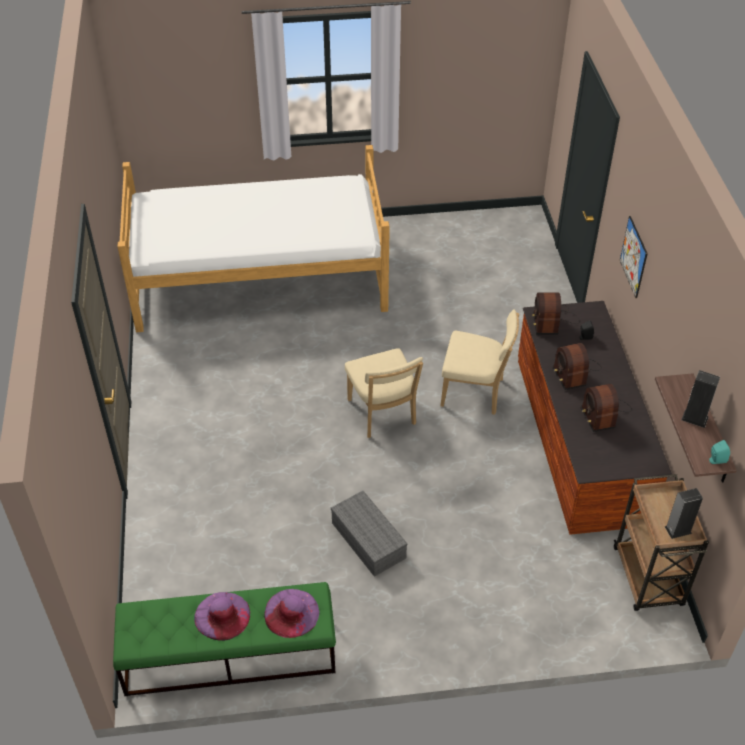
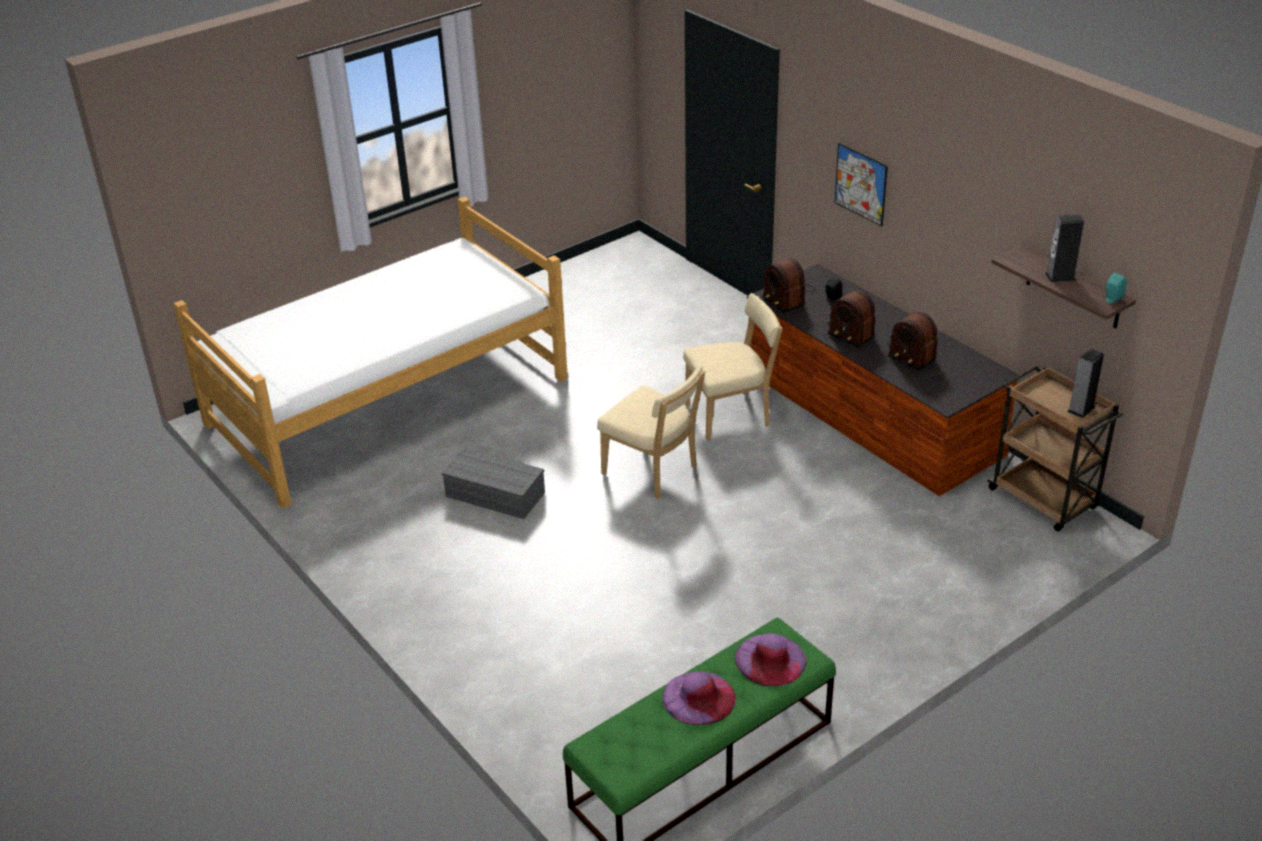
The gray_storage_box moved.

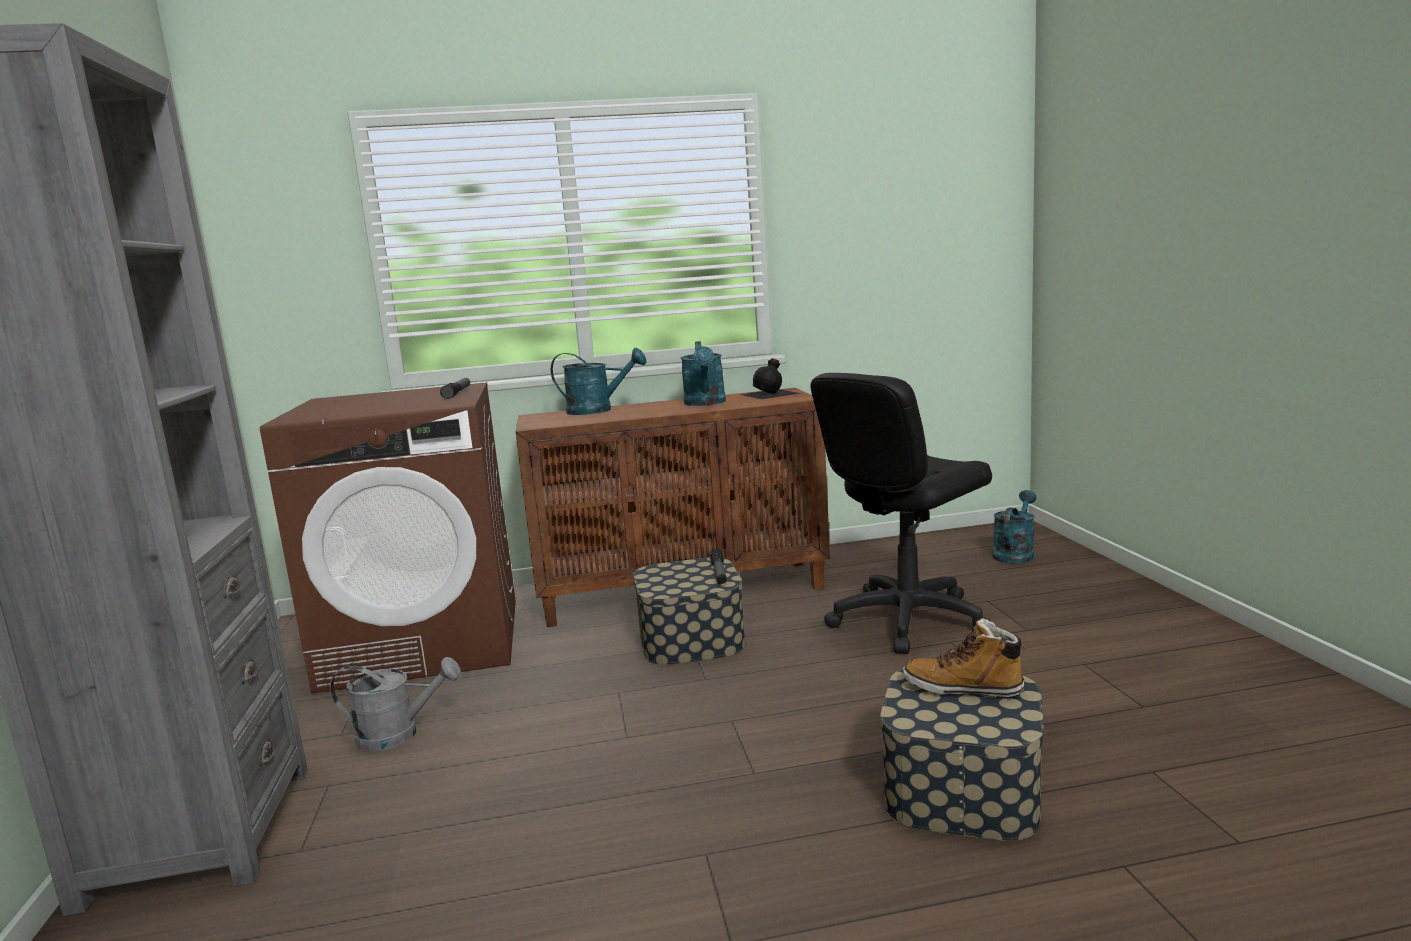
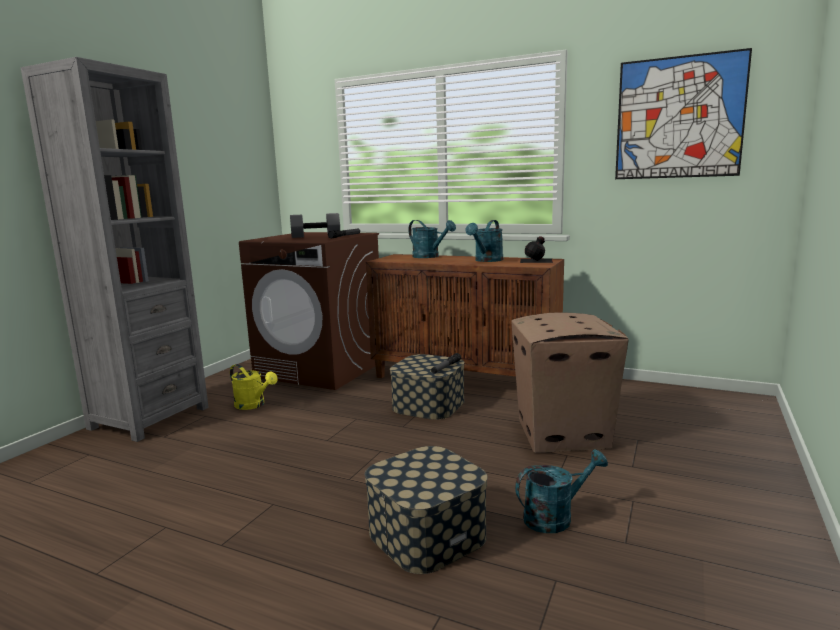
The gray_watering_pot became the yellow_watering_pot.
The gray_free_weight appeared.
The blackish_office_chair was replaced by the cardboard_box.
The turquoise_watering_pot (no. 3 from left) moved.
The picture appeared.
The high-top_boot disappeared.

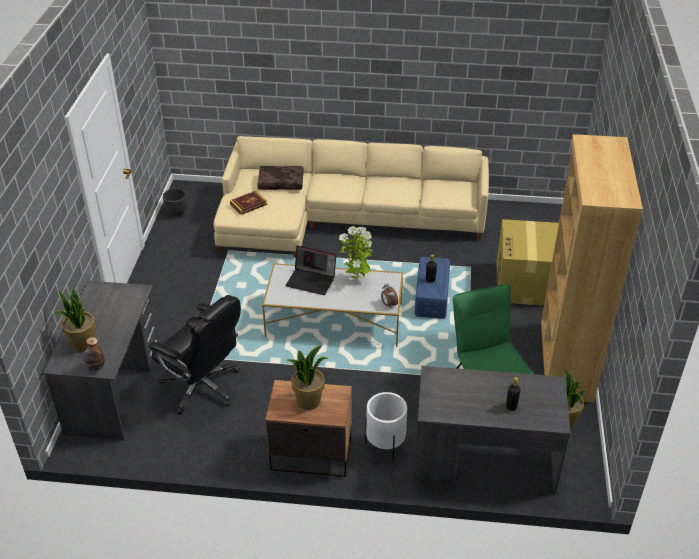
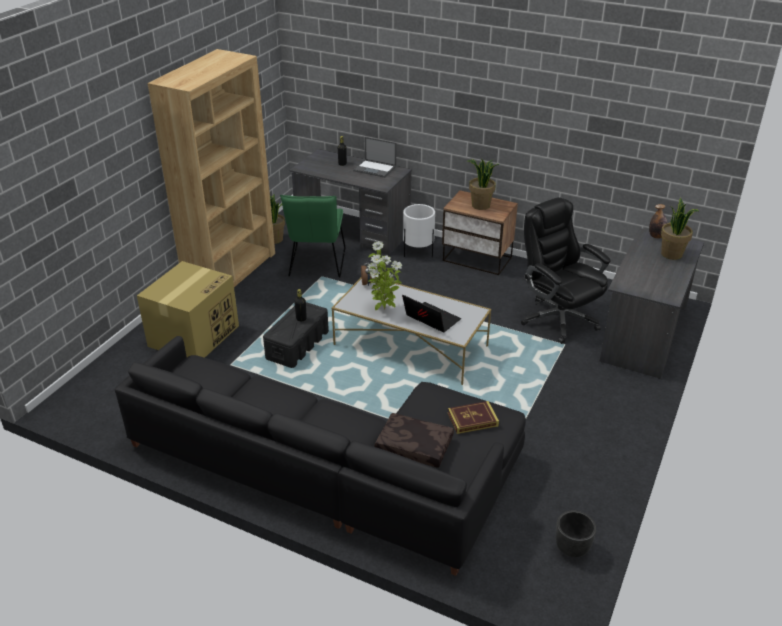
The beige_couch became the blackish_couch.
The blue_storage_box became the blackish_storage_box.
The laptop (no. 1 from left) appeared.

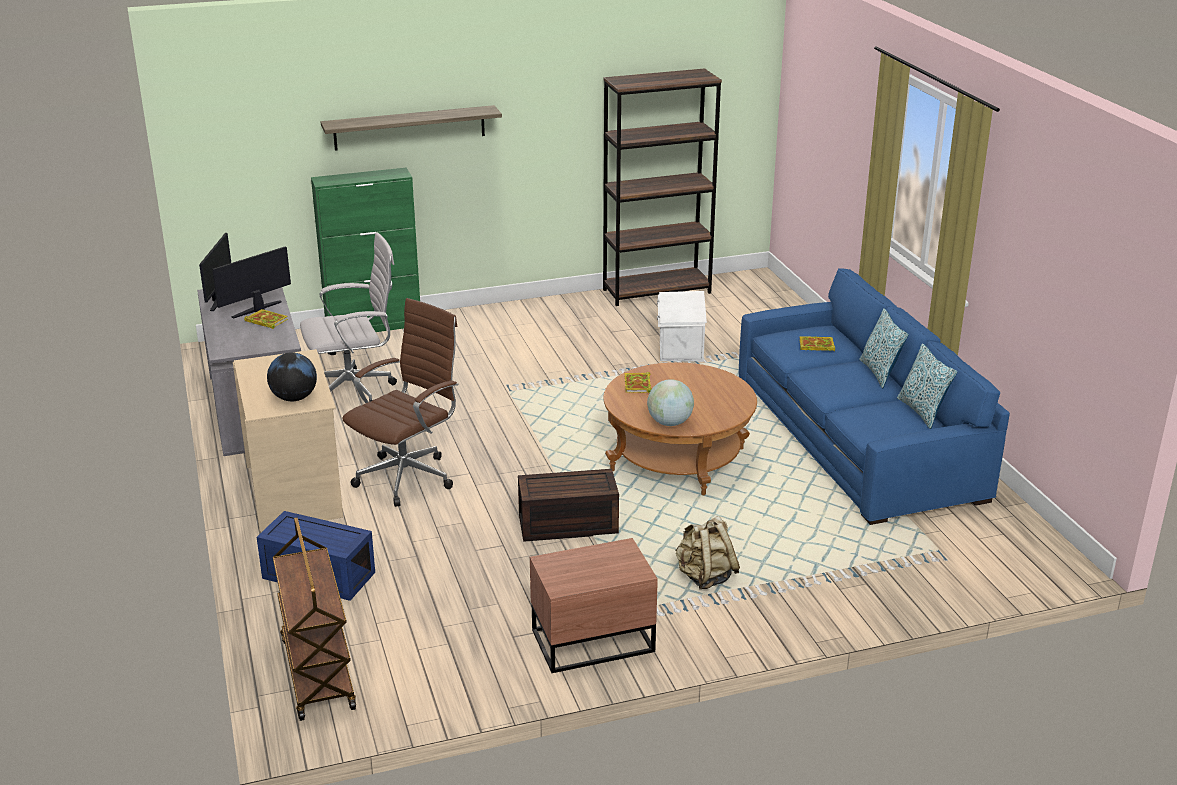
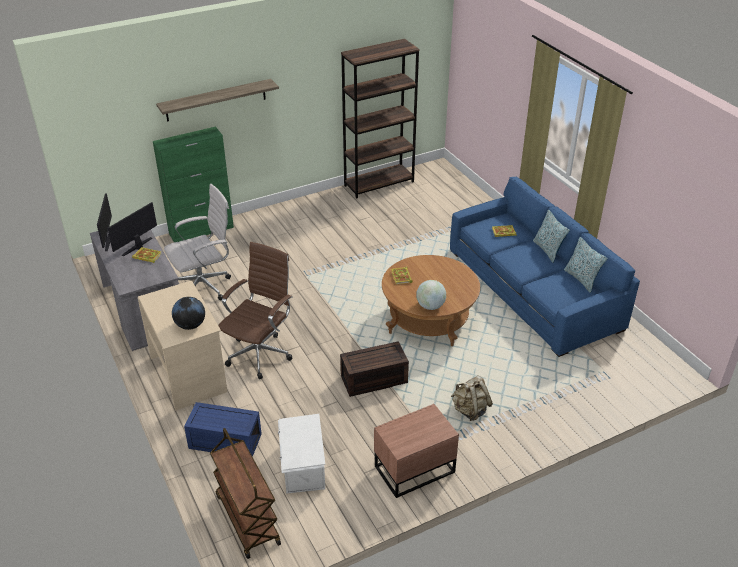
The white_storage_box moved.

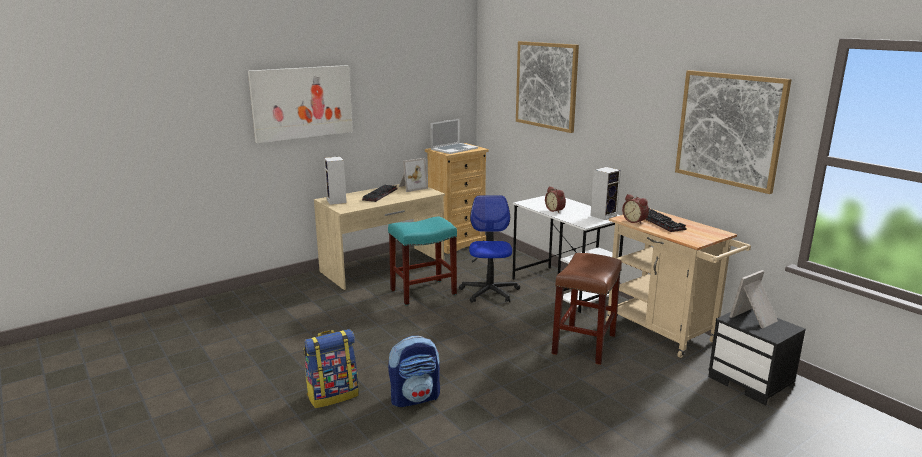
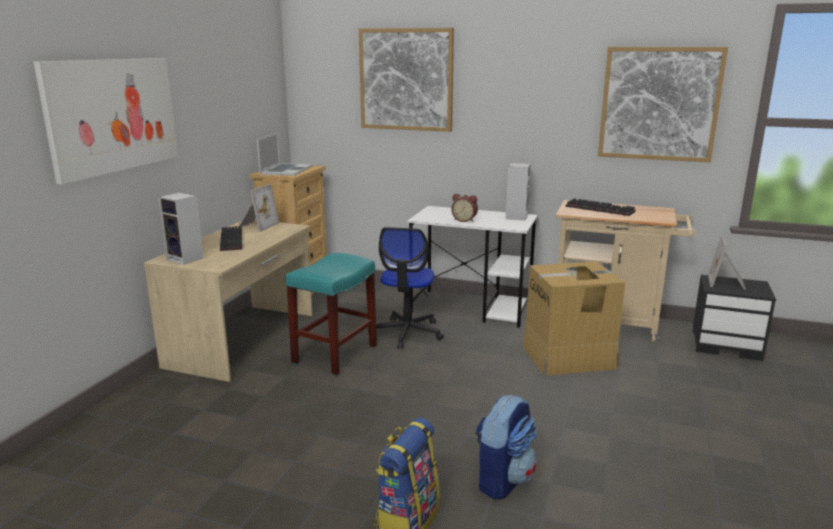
The office_chair turned 135 degrees counterclockwise.
The brown_stool_seat was replaced by the cardboard_box.
The alarm_clock (no. 2 from left) disappeared.

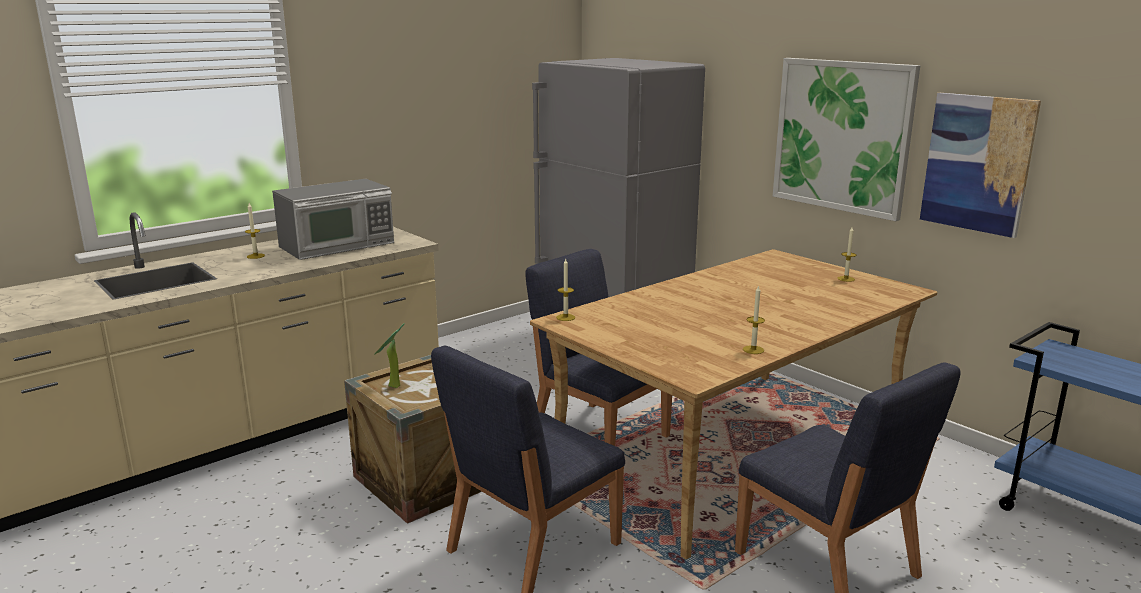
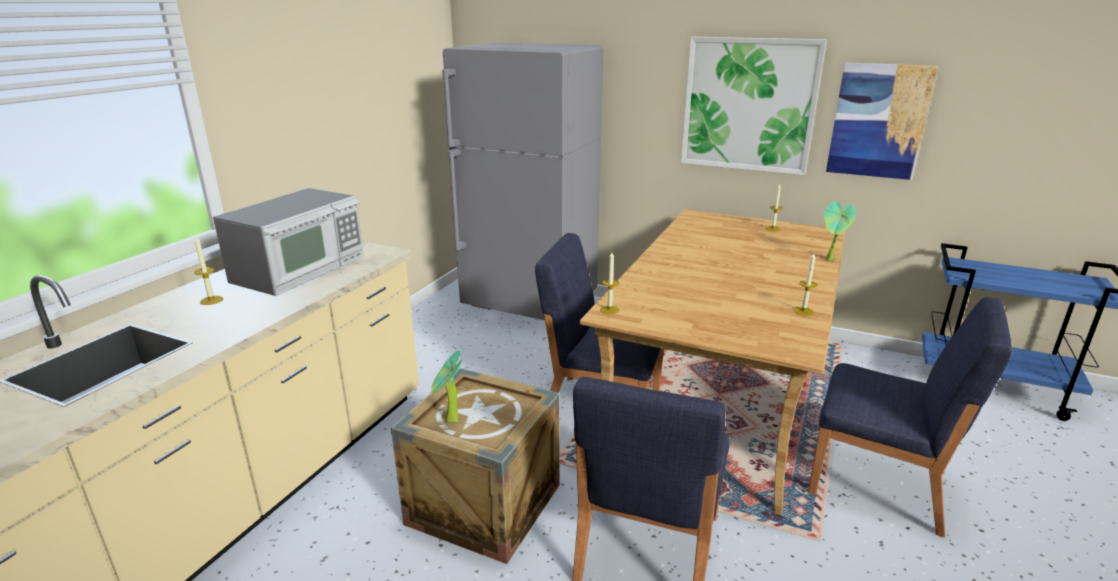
The plant_in_a_pot (no. 2 from left) appeared.

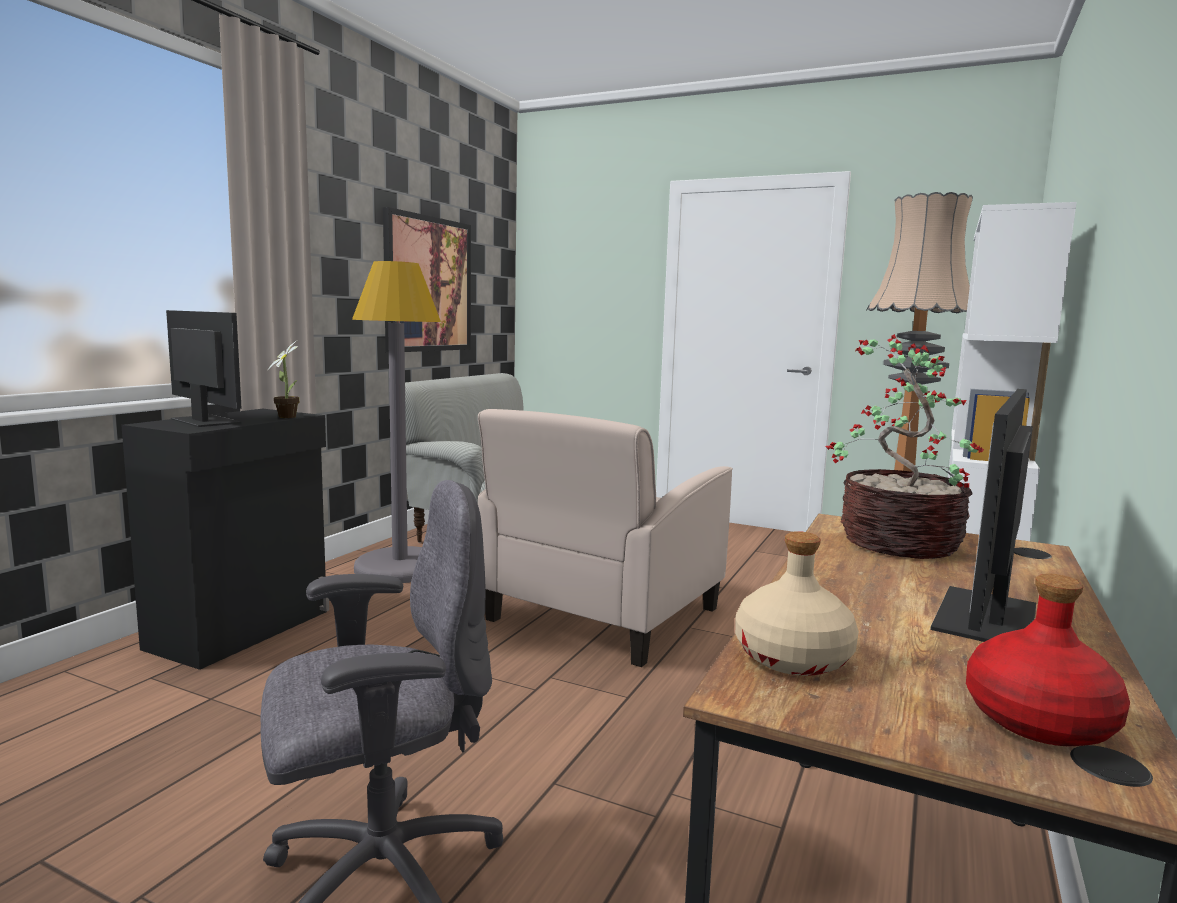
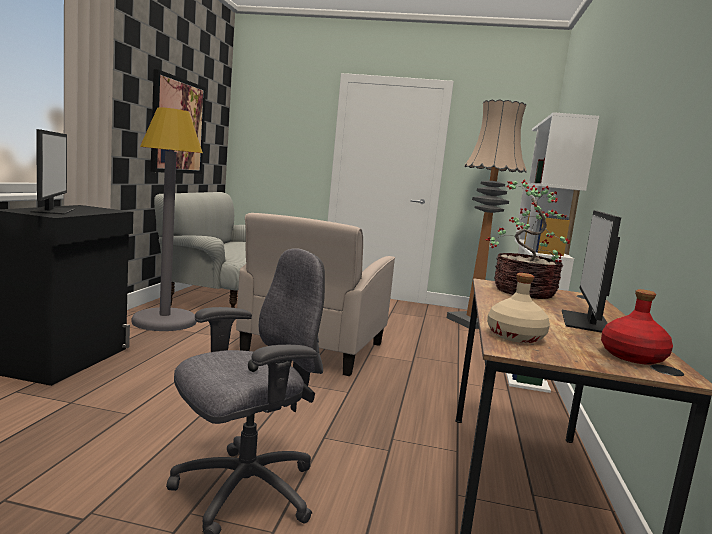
The computer_screen (no. 1 from left) turned 45 degrees clockwise.
The plant_in_a_pot (no. 1 from left) disappeared.

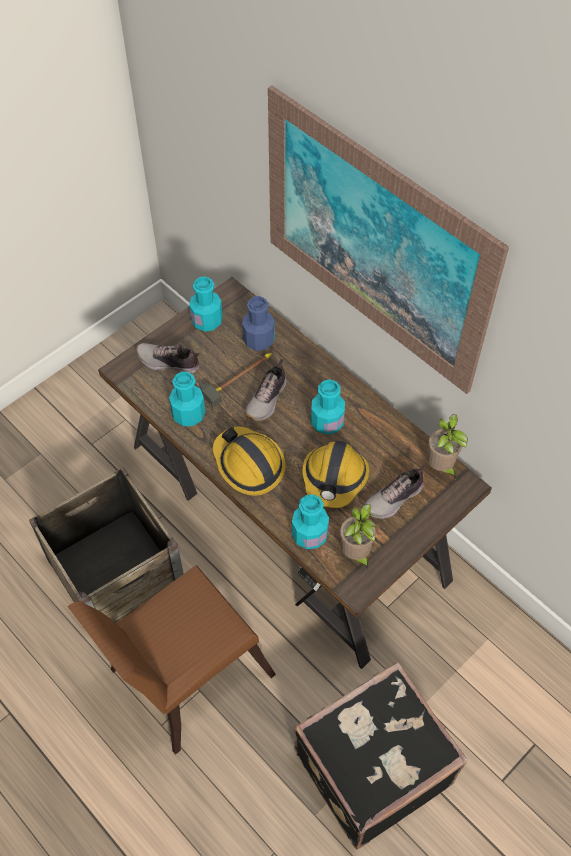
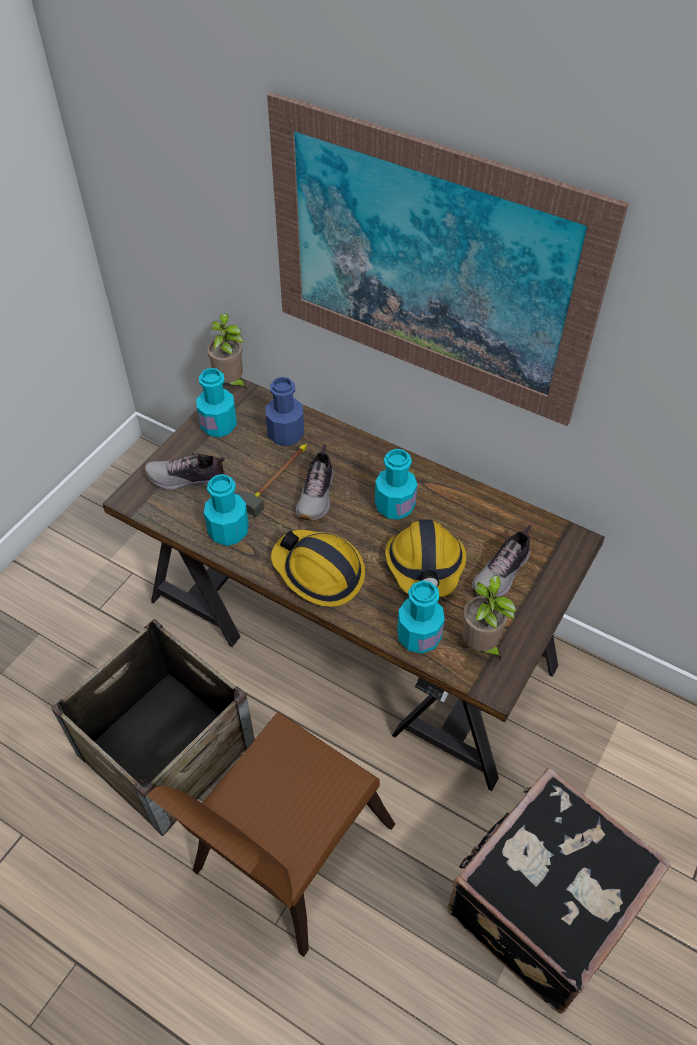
The plant_in_a_pot (no. 2 from left in the first image) moved.

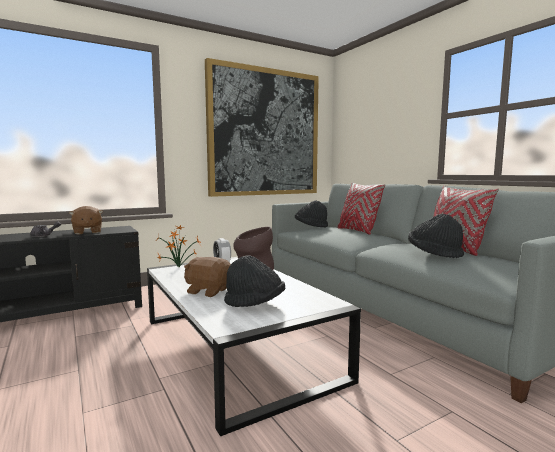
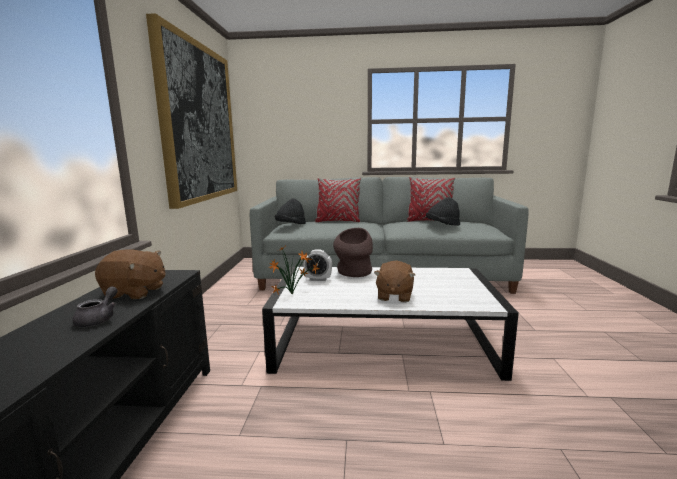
The brown_plush_toy (no. 2 from left) turned 45 degrees counterclockwise.
The blackish_wearable_hat (no. 1 from left) disappeared.

